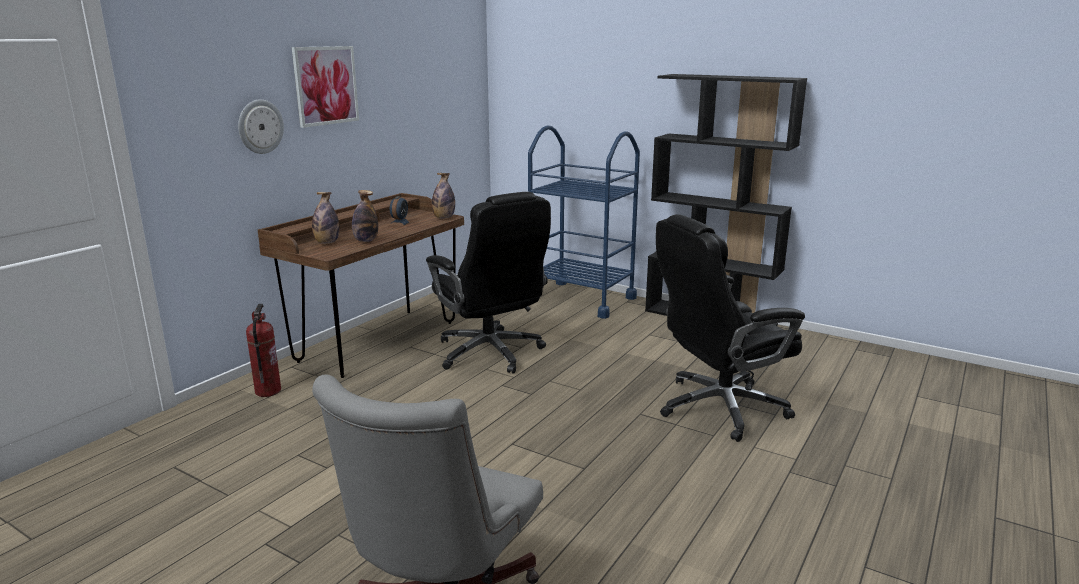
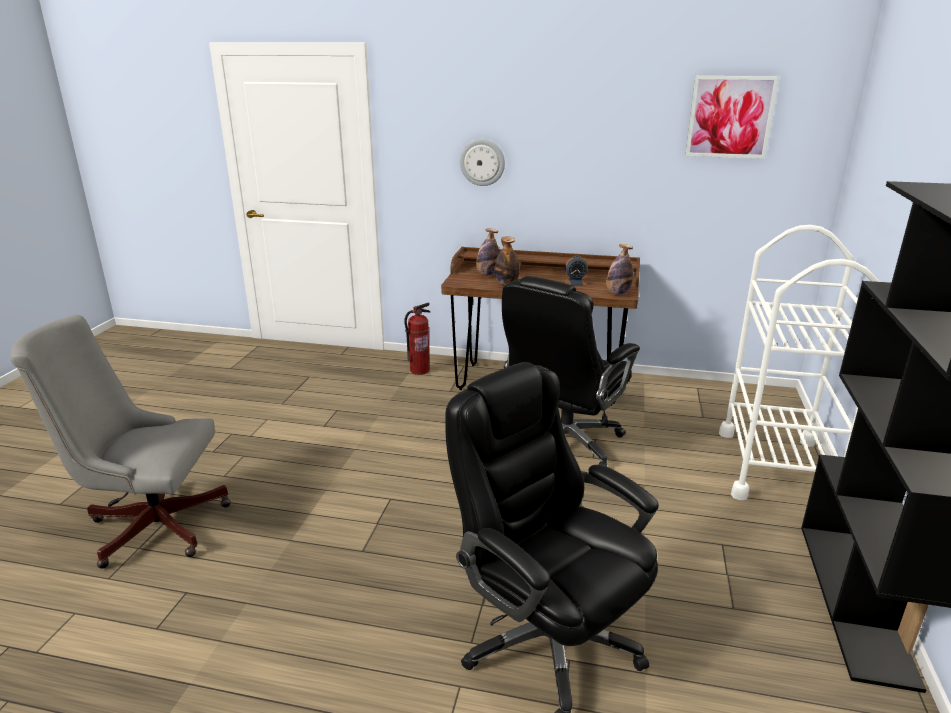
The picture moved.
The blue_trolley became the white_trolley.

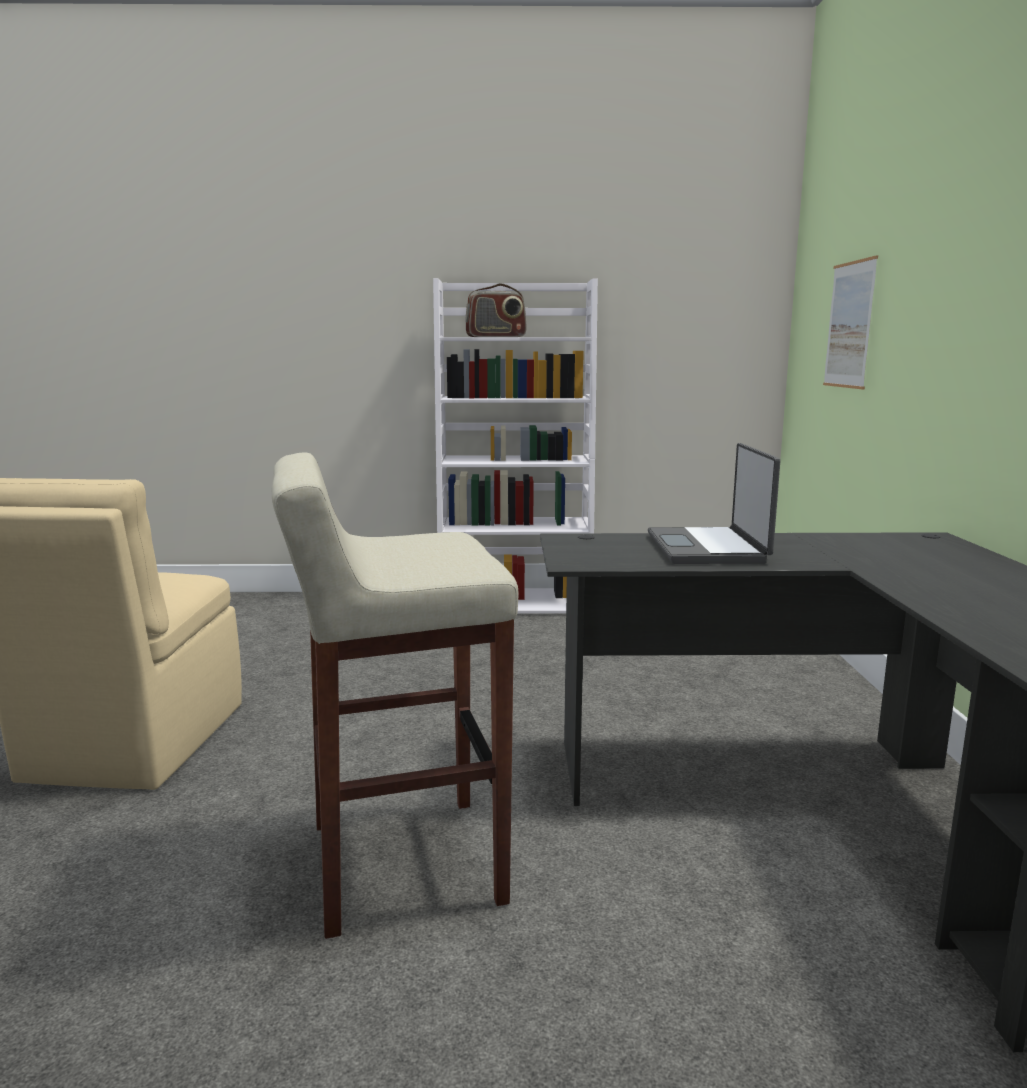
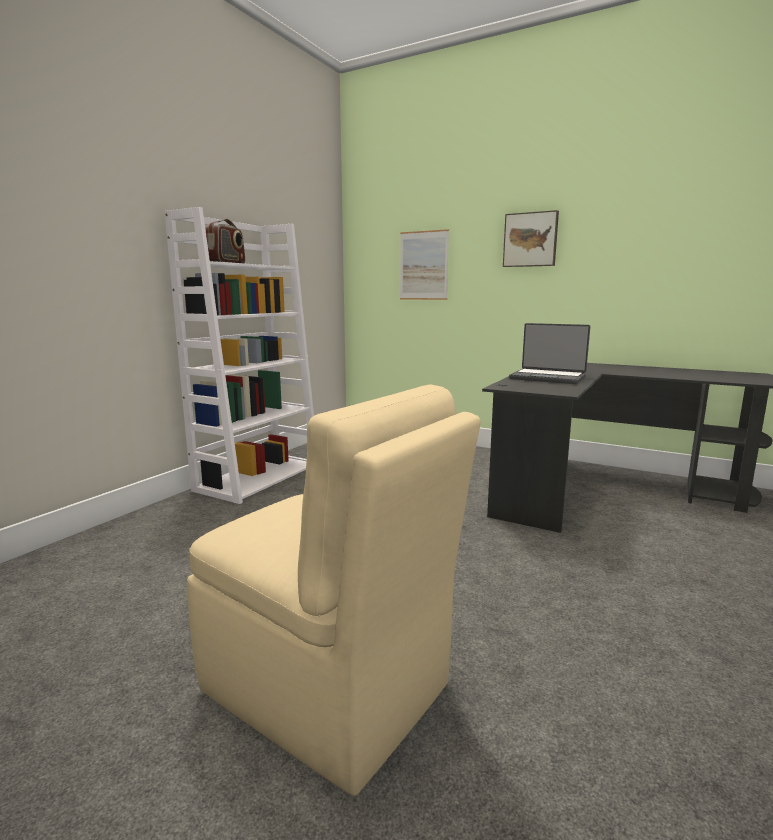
The picture (no. 2 from left) appeared.
The beige_stool_seat disappeared.

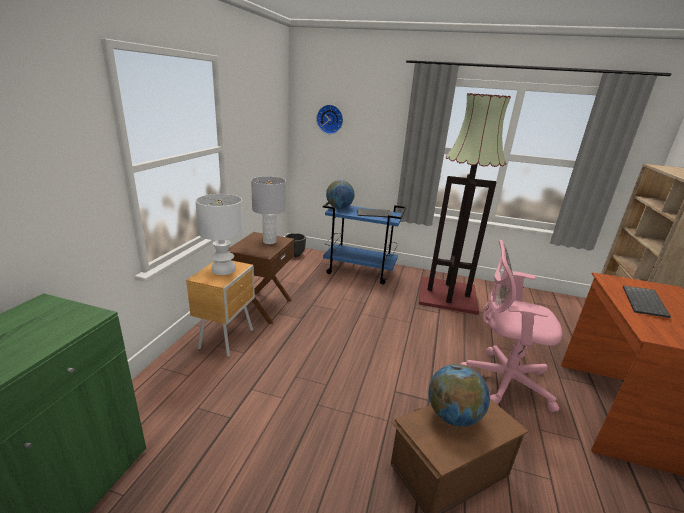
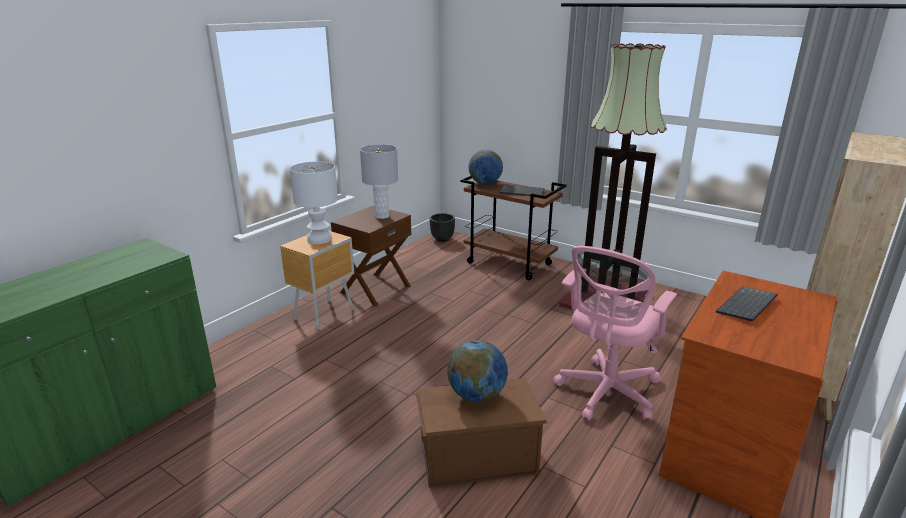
The blue_trolley became the brown_trolley.
The pinkish_office_chair turned 90 degrees counterclockwise.
The hanging_clock disappeared.

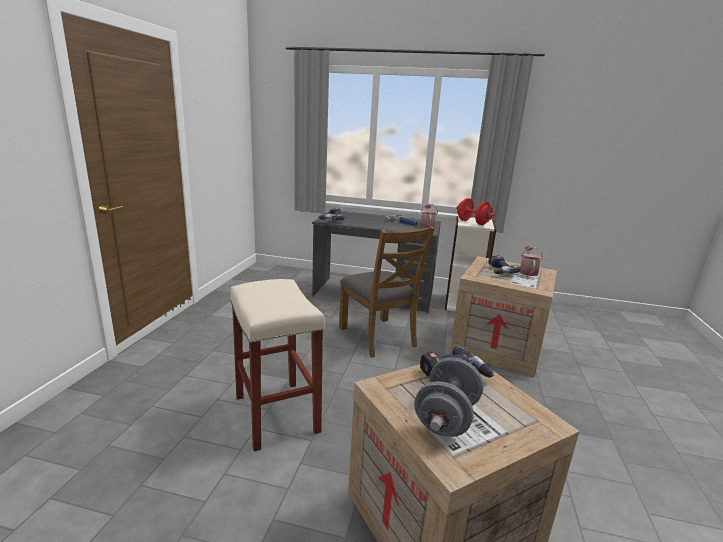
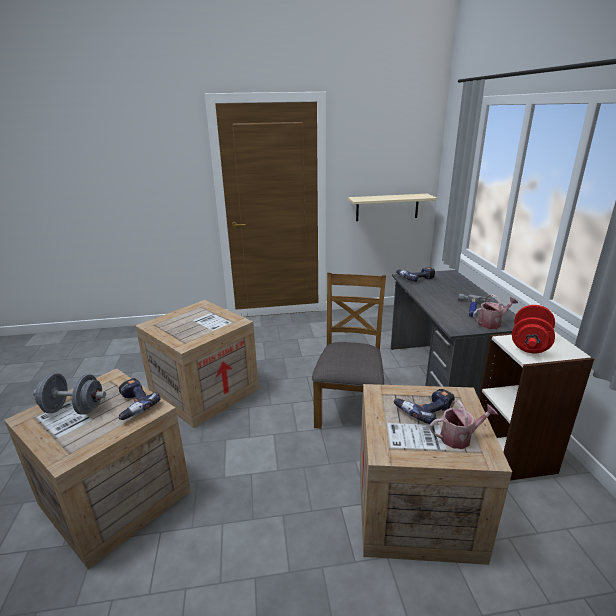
The beige_stool_seat was replaced by the crate (no. 2 from left).
The brown_upright_chair turned 150 degrees clockwise.
The beige_bracket_shelf appeared.

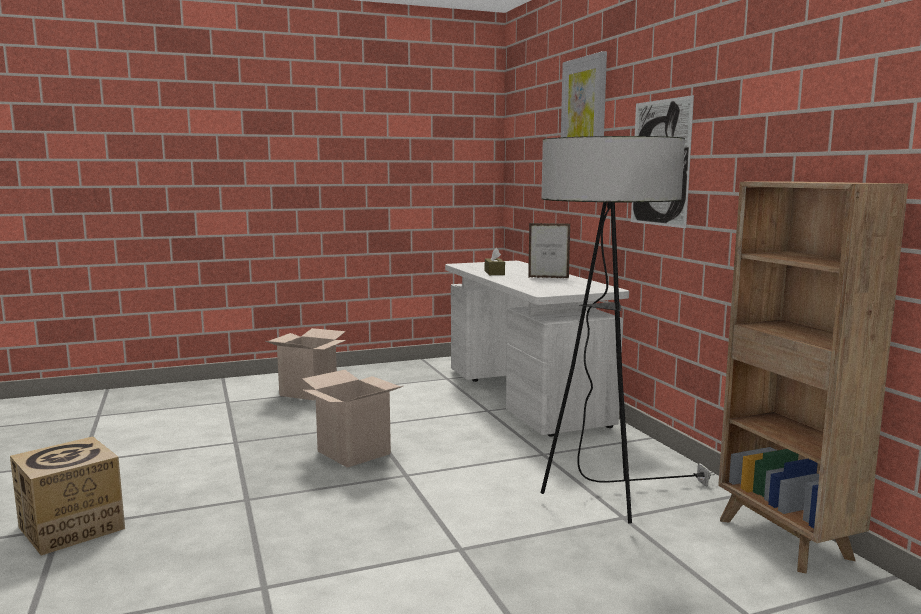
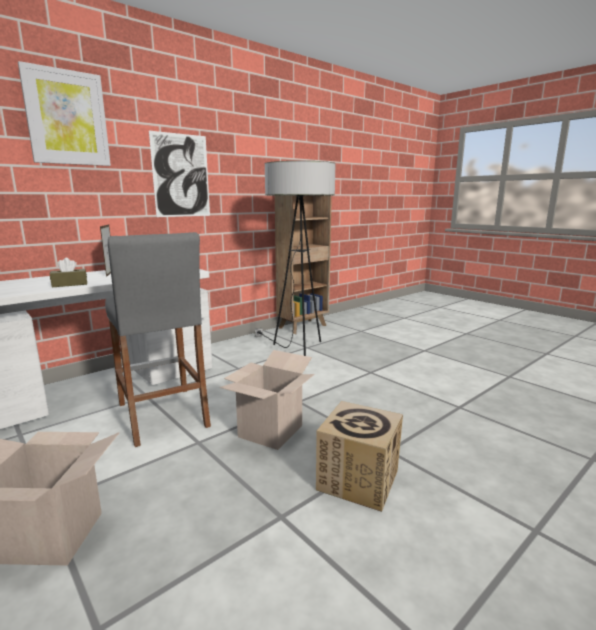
The gray_stool_seat appeared.
The cardboard_box (no. 1 from left in the first image) moved.

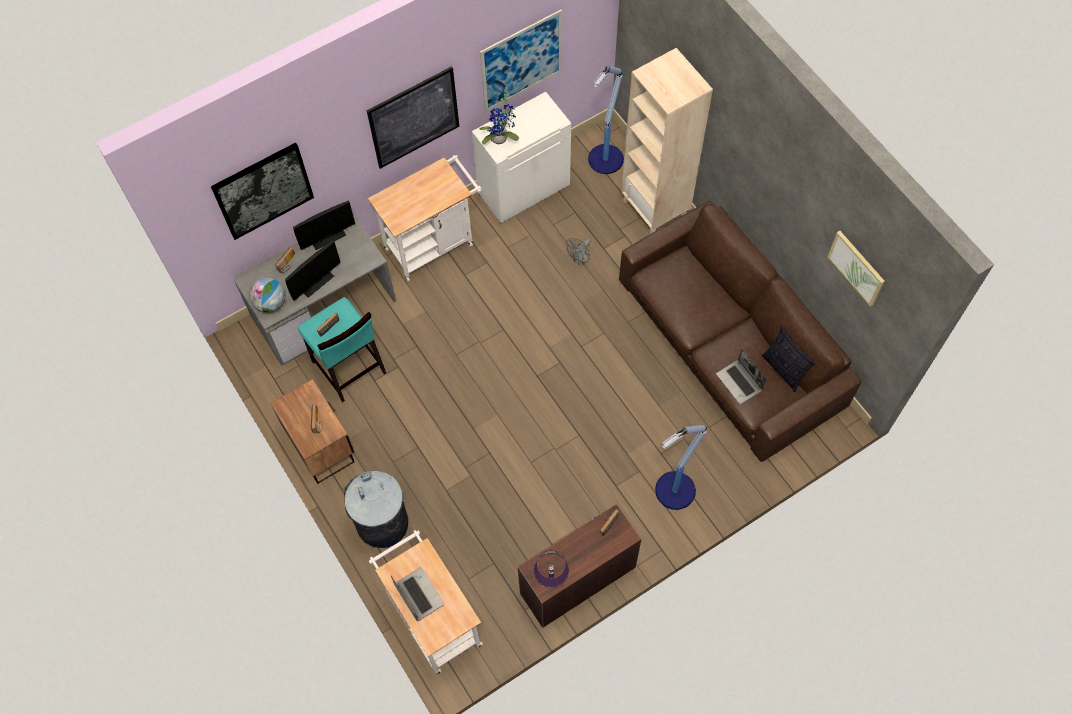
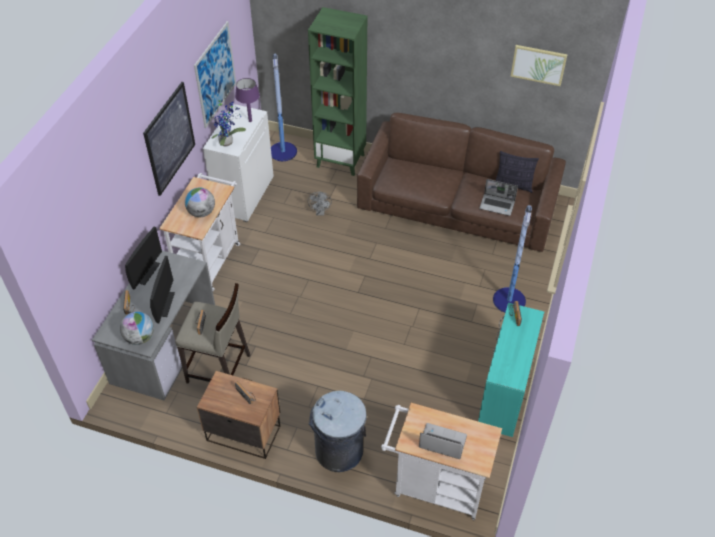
The turquoise_stool_seat became the beige_stool_seat.
The desk_globe (no. 2 from left) appeared.
The purplish_table_lamp moved.
The beige_shelving_unit became the green_shelving_unit.
The brown_desk_unit became the turquoise_desk_unit.
The picture (no. 1 from left) disappeared.

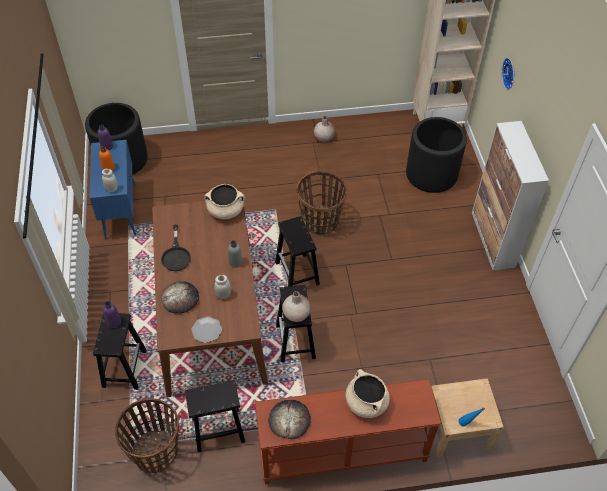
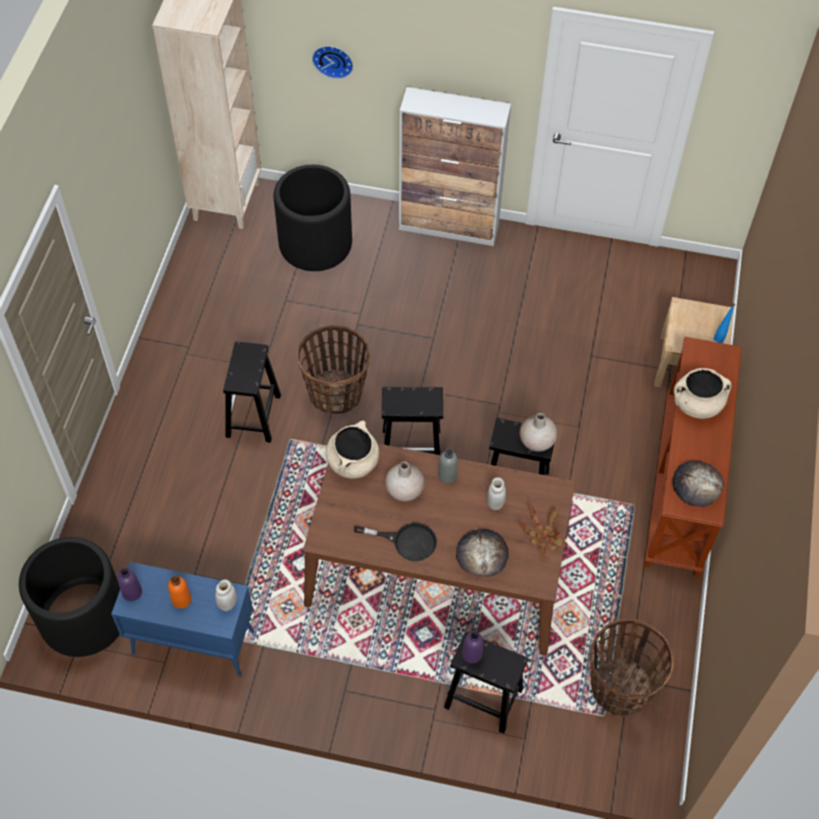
The blackish_stool_seat (no. 2 from left in the first image) moved.
The beige_decorative_vase (no. 2 from left in the first image) moved.
The dinner_plate was replaced by the plant_in_a_pot.

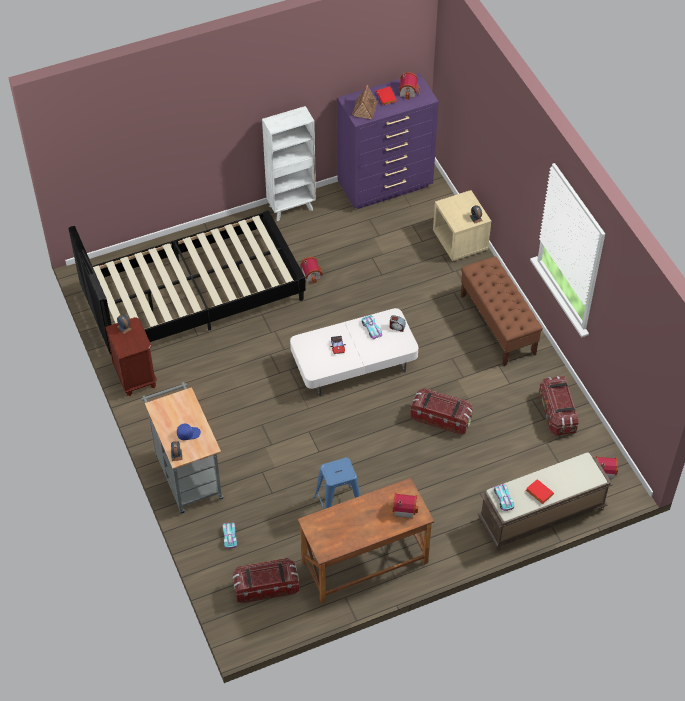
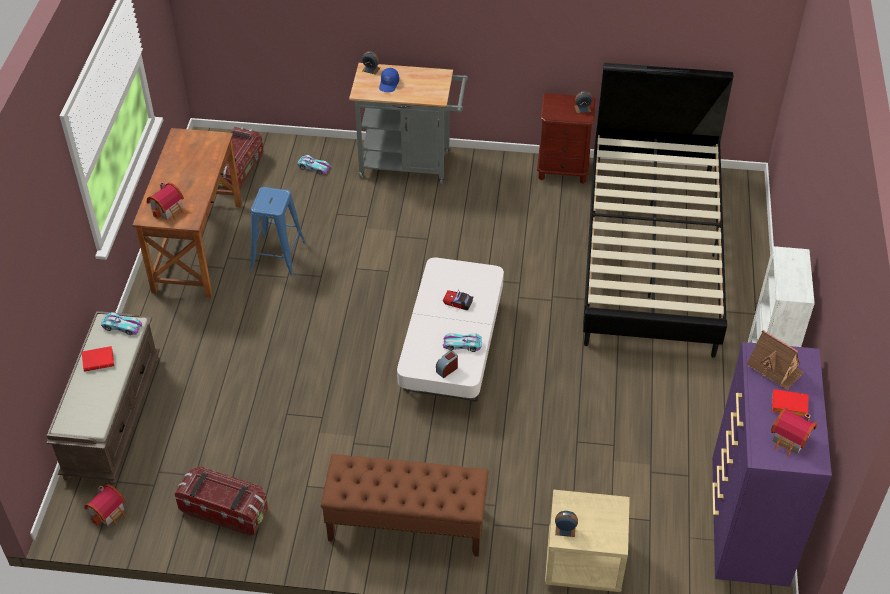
The miniature_house (no. 1 from left) disappeared.
The storage_box (no. 2 from left) disappeared.

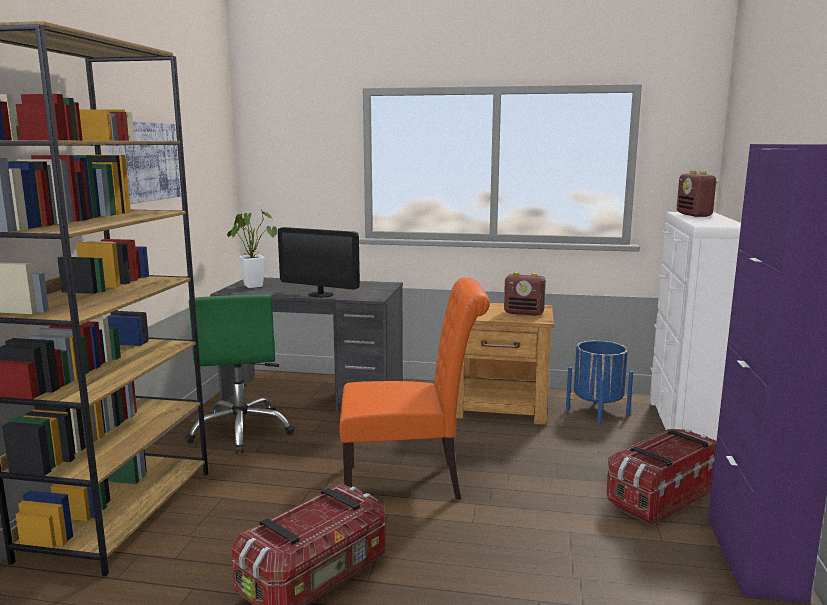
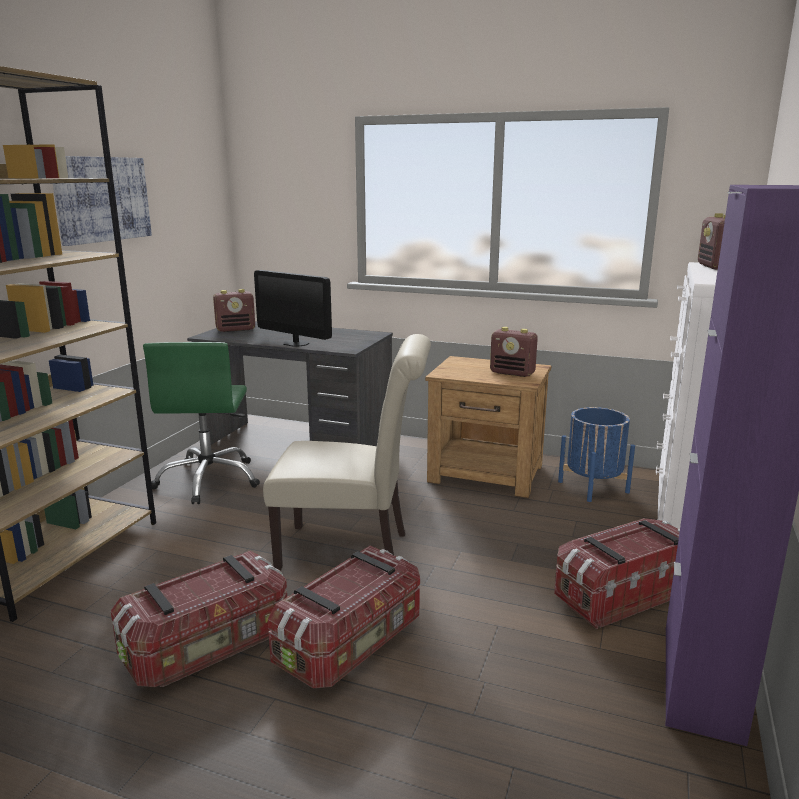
The plant_in_a_pot was replaced by the radio_receiver (no. 1 from left).
The orangey_upright_chair became the beige_upright_chair.
The storage_box (no. 2 from left) appeared.

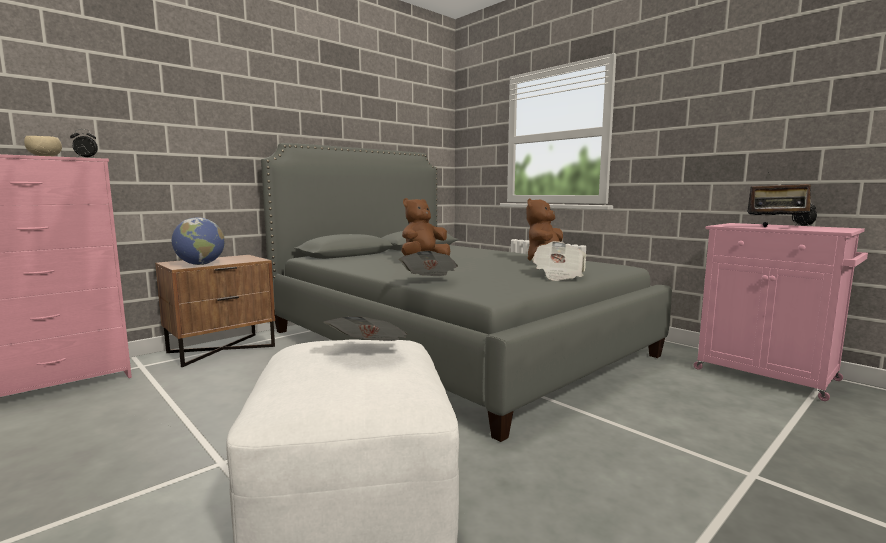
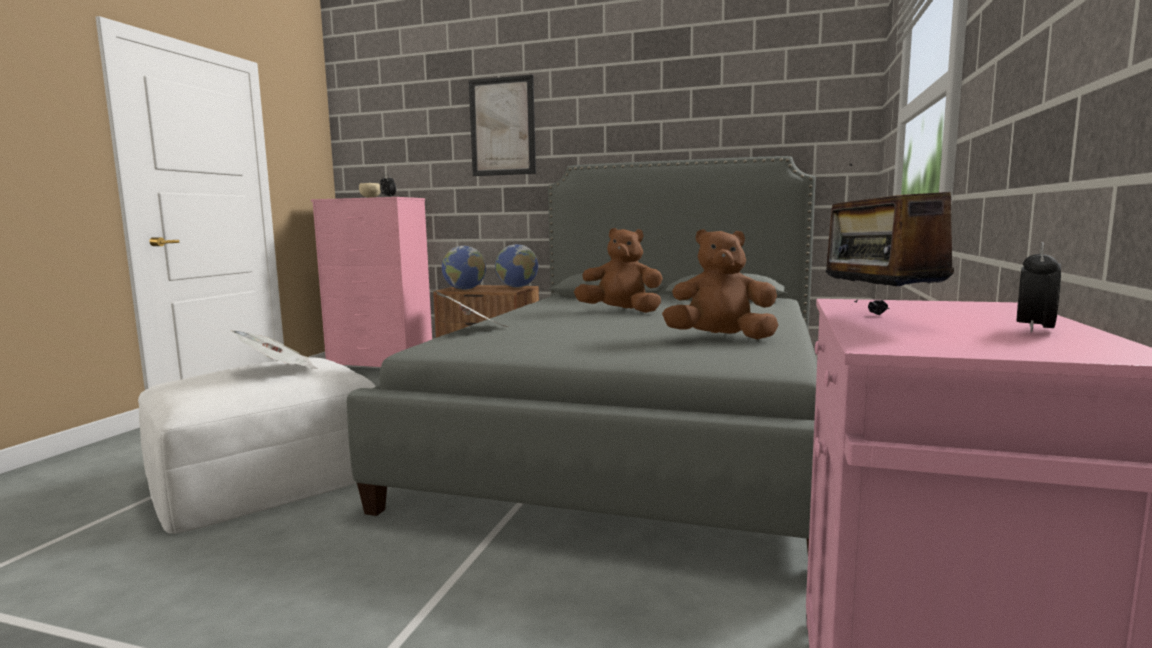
The picture appeared.
The desk_globe (no. 2 from left) appeared.
The daily_paper (no. 3 from left) disappeared.

